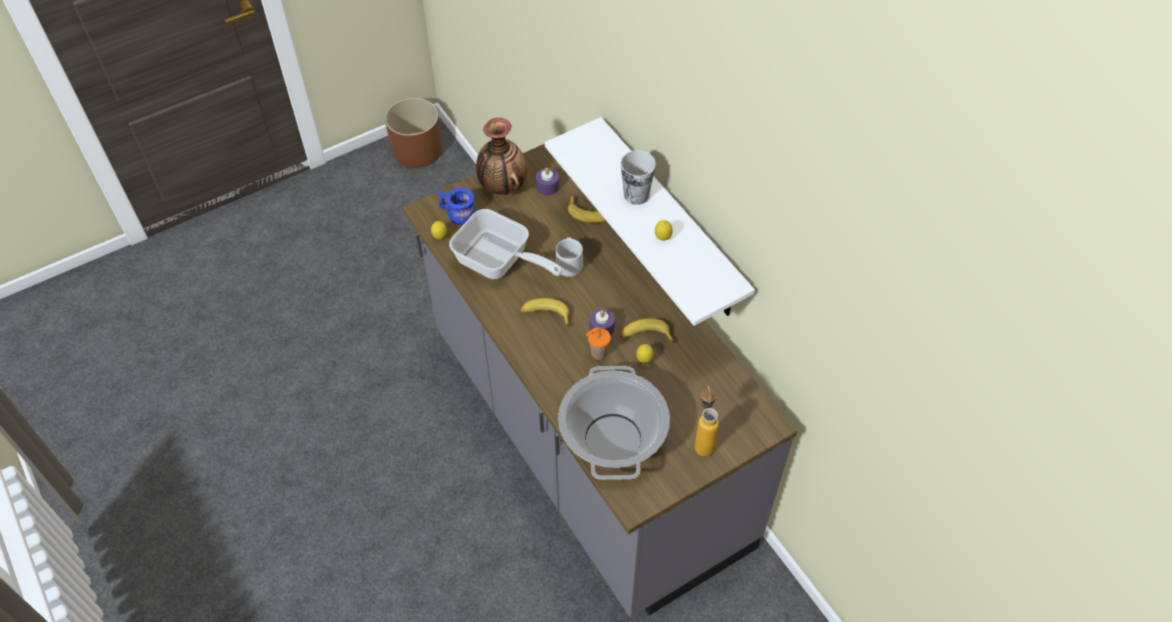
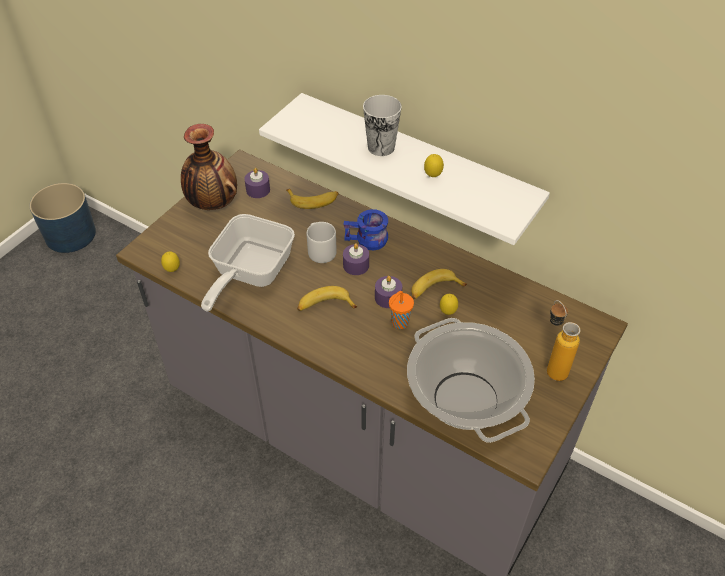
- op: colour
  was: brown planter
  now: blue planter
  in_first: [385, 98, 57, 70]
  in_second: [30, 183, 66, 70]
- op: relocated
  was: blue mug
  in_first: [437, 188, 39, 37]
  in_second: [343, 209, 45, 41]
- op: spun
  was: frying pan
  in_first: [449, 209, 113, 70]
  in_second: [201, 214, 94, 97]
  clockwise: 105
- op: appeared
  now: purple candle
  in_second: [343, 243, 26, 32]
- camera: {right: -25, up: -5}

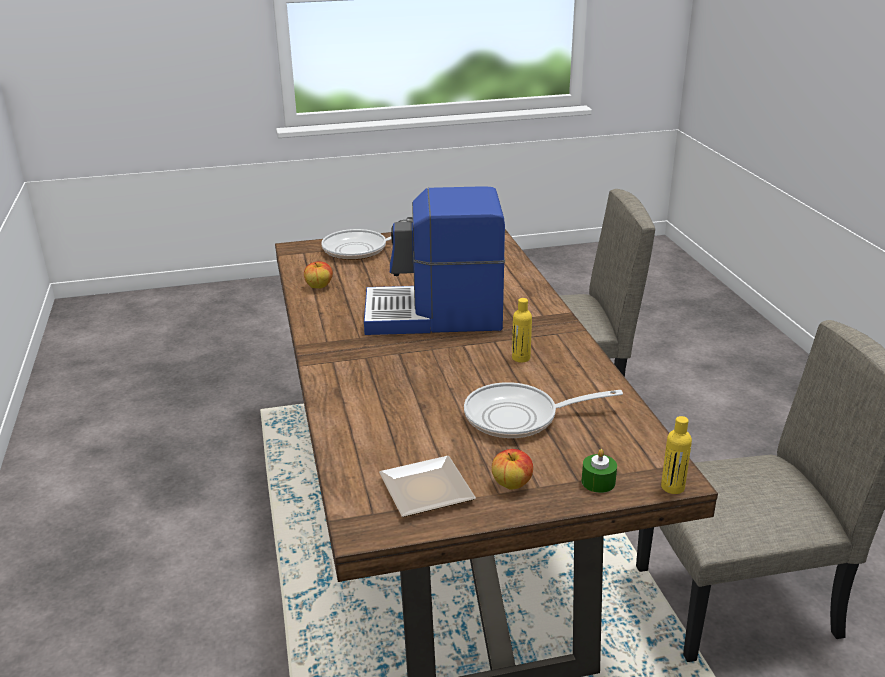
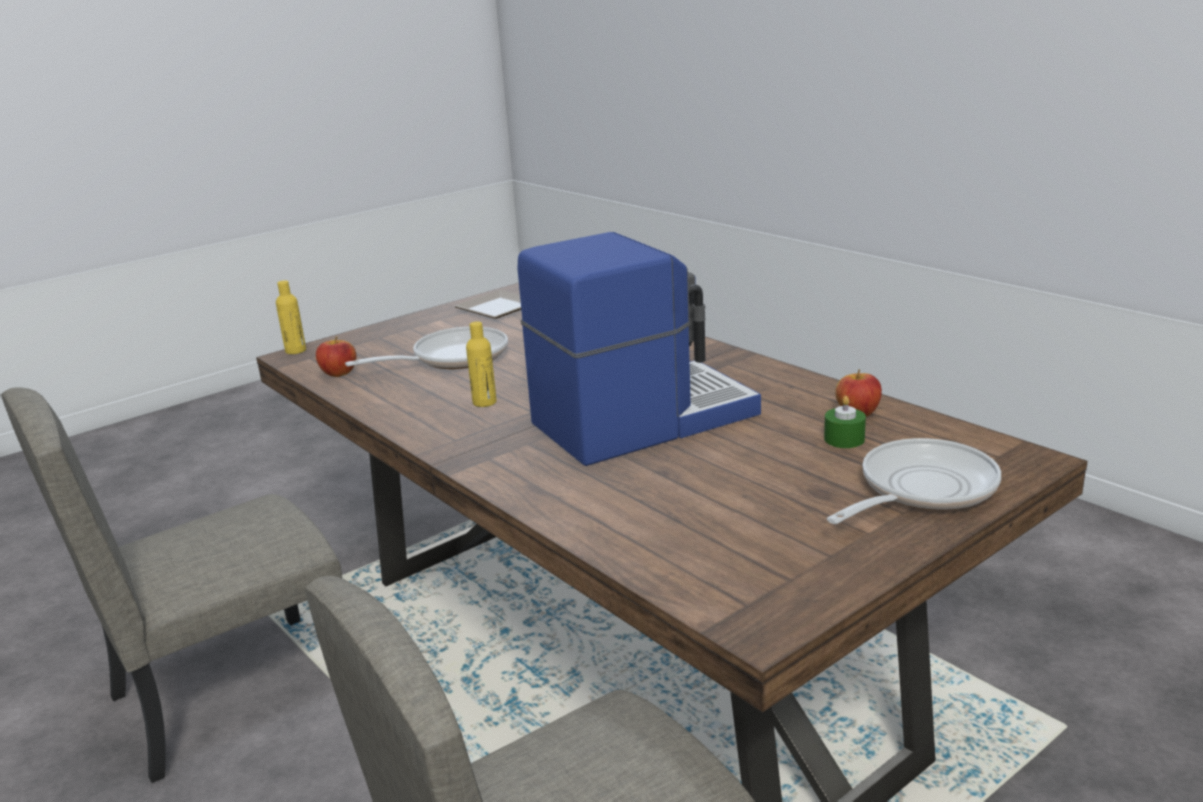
- op: relocated
  was: apple
  in_first: [492, 449, 41, 41]
  in_second: [316, 336, 40, 41]
- op: relocated
  was: green candle
  in_first: [582, 449, 35, 44]
  in_second: [824, 396, 42, 52]
- camera: {right: 155, up: -5}

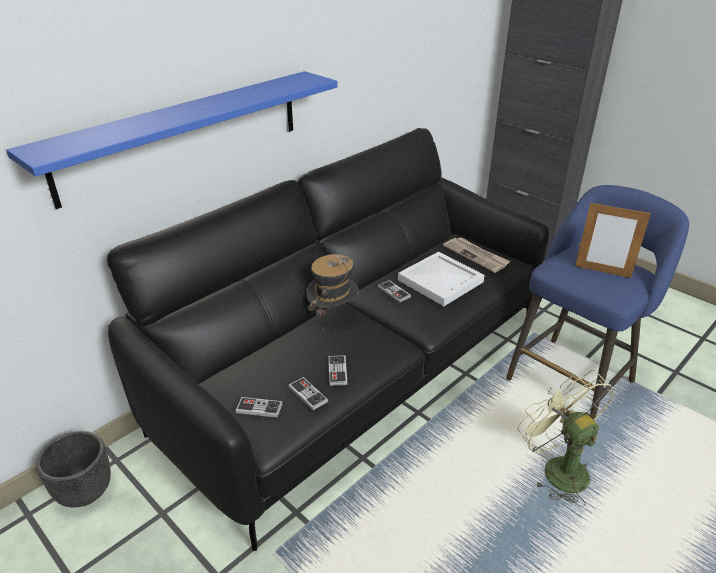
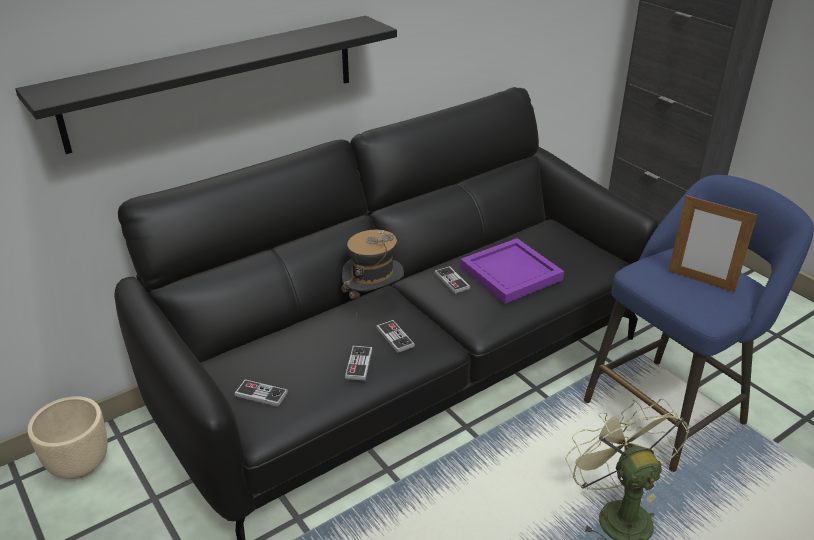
- op: colour
  was: blue shelf
  now: black shelf
  in_first: [6, 71, 332, 138]
  in_second: [15, 16, 382, 138]
- op: missing
  was: newspaper
  in_first: [443, 237, 67, 36]
- op: colour
  was: white tray
  now: purple tray
  in_first: [398, 252, 87, 54]
  in_second: [460, 238, 104, 66]
- op: relocated
  was: game controller
  in_first: [288, 377, 40, 33]
  in_second: [376, 320, 39, 33]
- op: colour
  was: black planter
  now: beige planter
  in_first: [36, 431, 75, 77]
  in_second: [28, 396, 80, 83]
- camera: {right: 10, up: 0}

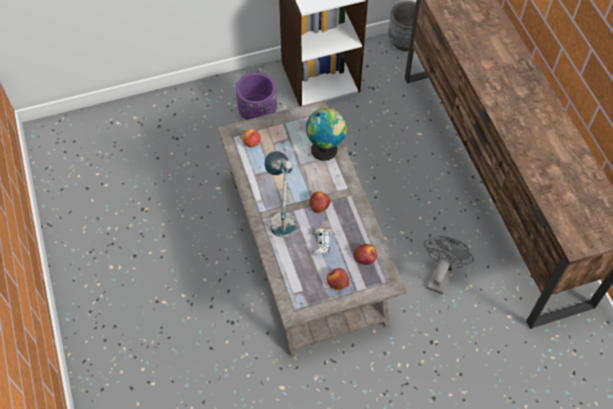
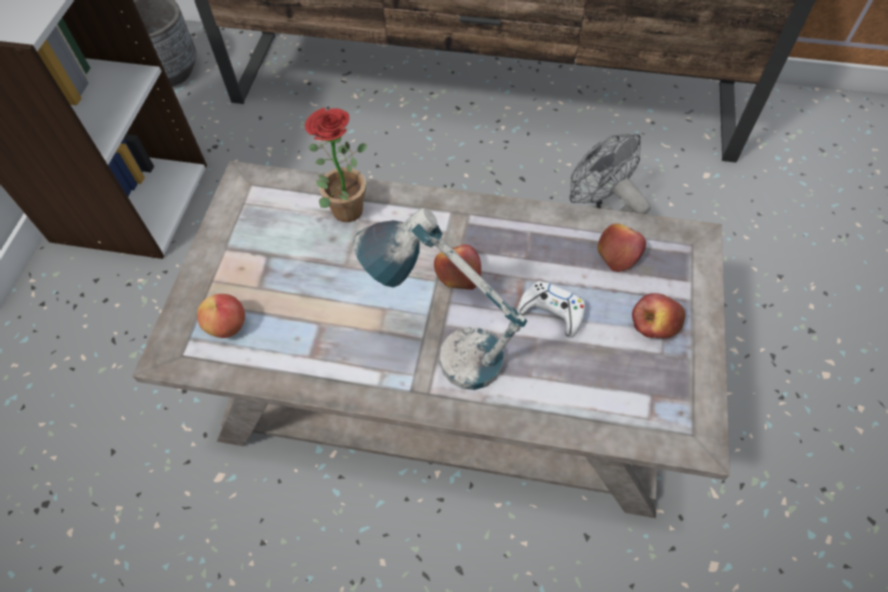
- op: missing
  was: purple planter
  in_first: [236, 72, 41, 48]
- op: exchanged
  was: globe
  now: potted plant
  in_first: [306, 108, 41, 53]
  in_second: [305, 108, 62, 114]
- camera: {right: -60, up: 0}

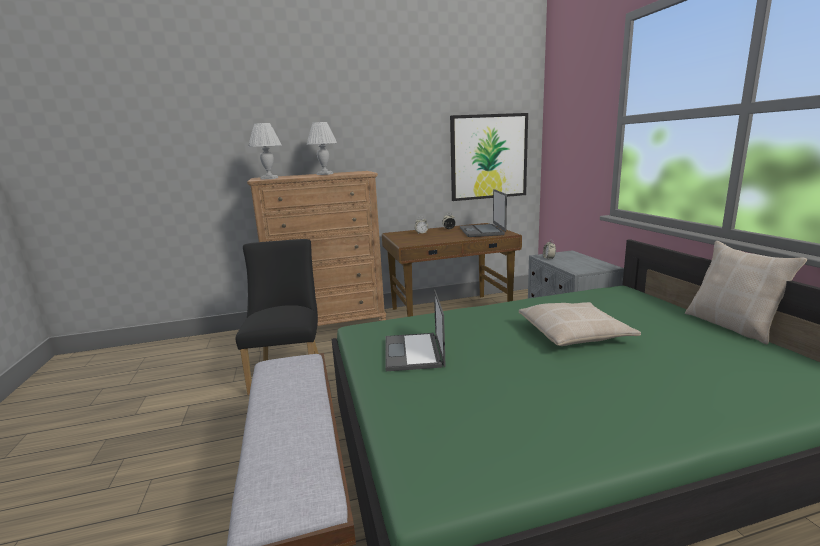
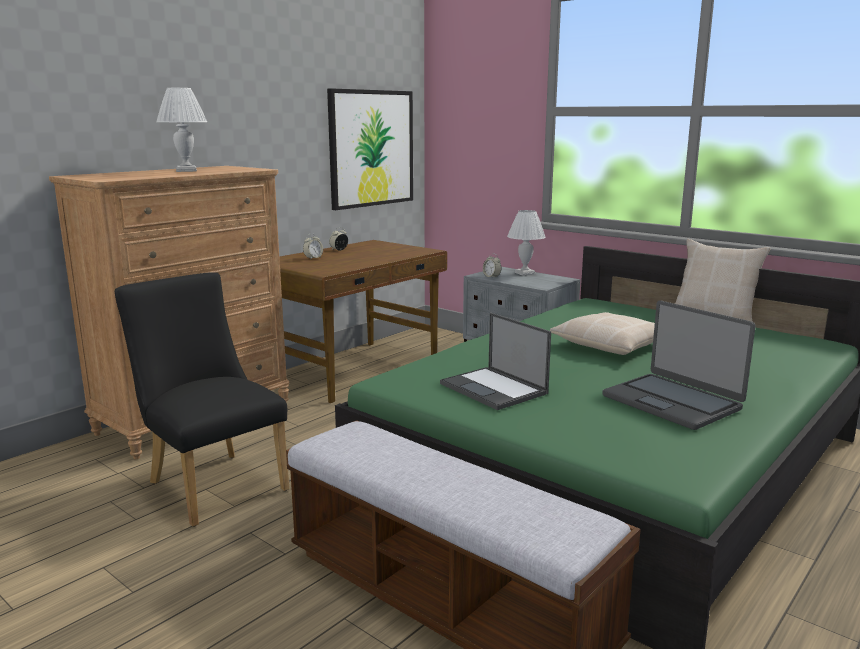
- op: relocated
  was: white table lamp
  in_first: [248, 123, 34, 57]
  in_second: [507, 210, 39, 66]
- op: relocated
  was: laptop
  in_first: [460, 189, 47, 48]
  in_second: [602, 300, 154, 130]
- camera: {right: -35, up: 0}

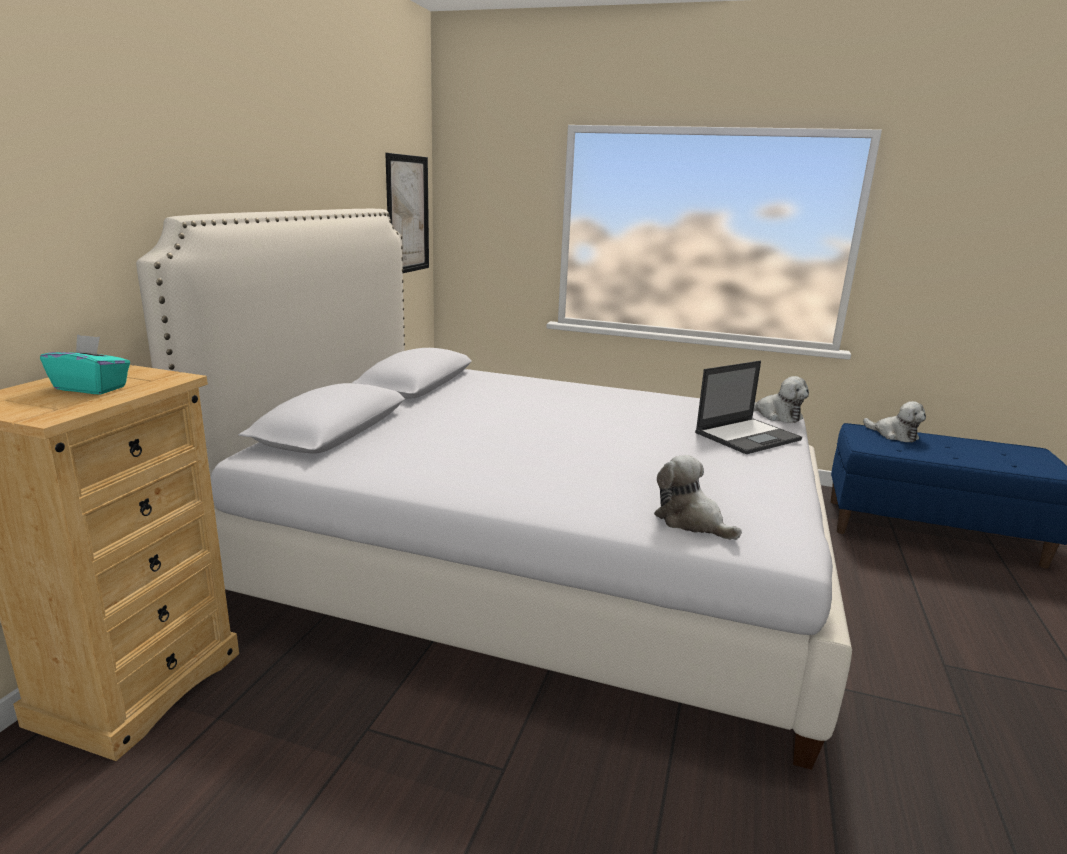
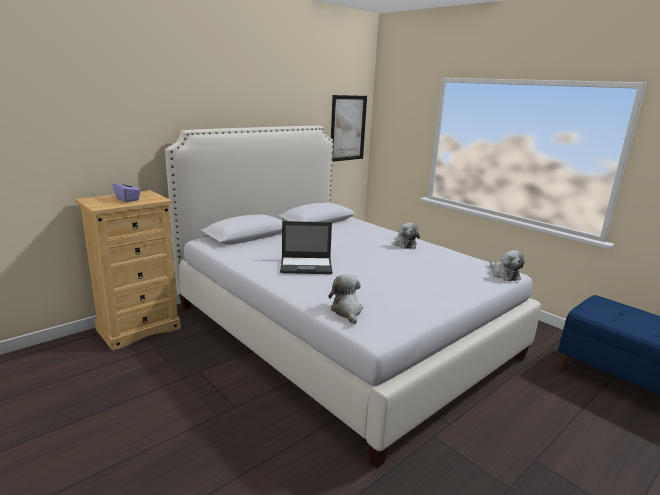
- op: colour
  was: turquoise tissue box
  now: purple tissue box
  in_first: [40, 334, 90, 60]
  in_second: [112, 178, 29, 24]
- op: relocated
  was: laptop
  in_first: [695, 360, 107, 94]
  in_second: [280, 221, 52, 53]
- op: relocated
  was: plush toy
  in_first: [863, 401, 63, 42]
  in_second: [394, 222, 26, 27]
- camera: {right: 30, up: 0}

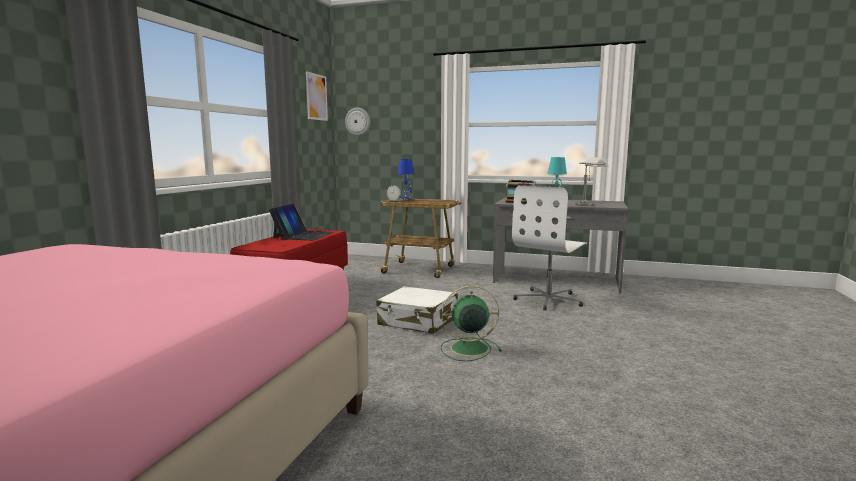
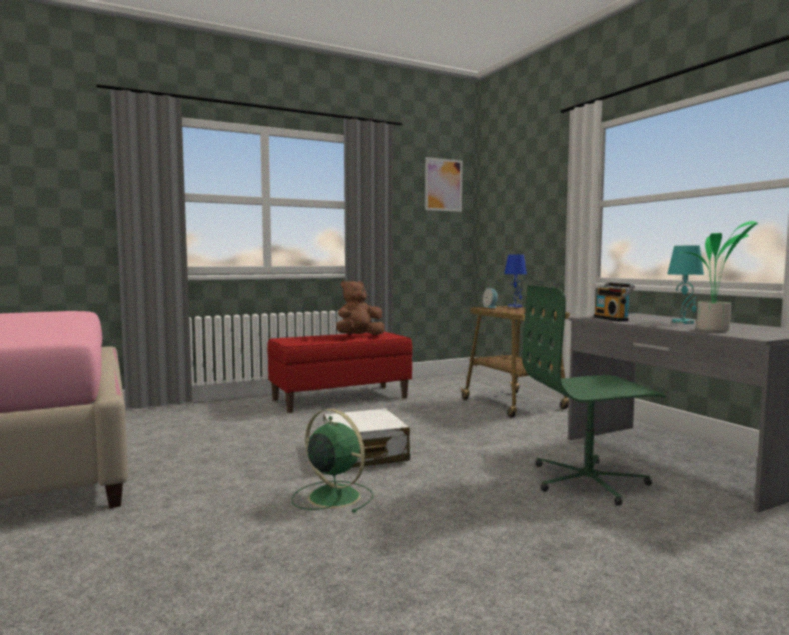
- op: missing
  was: wall clock
  in_first: [345, 108, 25, 28]
- op: exchanged
  was: grey table lamp
  now: potted plant
  in_first: [575, 157, 34, 49]
  in_second: [681, 221, 77, 111]
- op: colour
  was: white office chair
  now: green office chair
  in_first: [512, 185, 75, 126]
  in_second: [522, 285, 144, 221]
- op: exchanged
  was: laptop
  now: brown plush toy
  in_first: [269, 204, 65, 37]
  in_second: [336, 280, 49, 55]
- camera: {right: 45, up: -5}

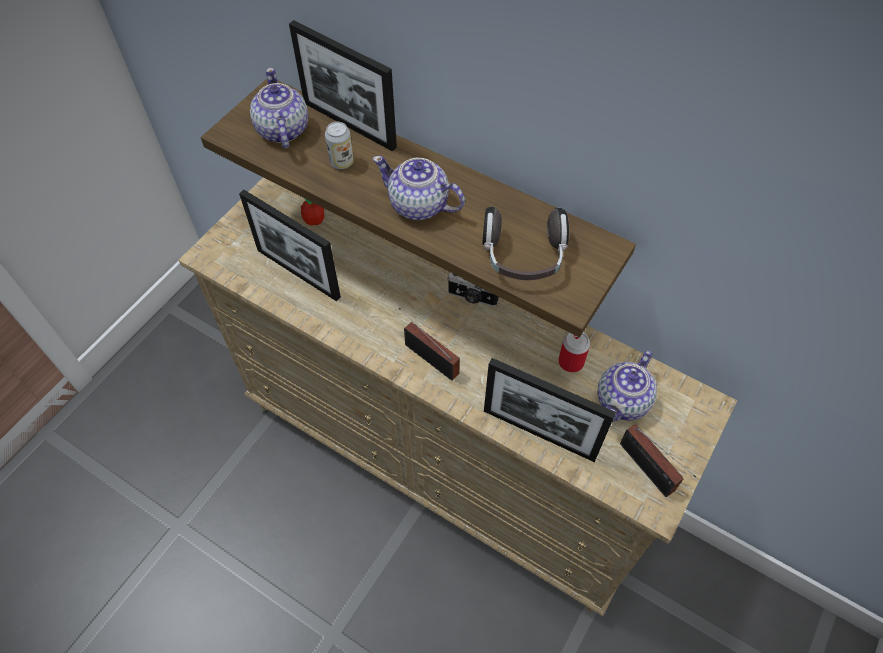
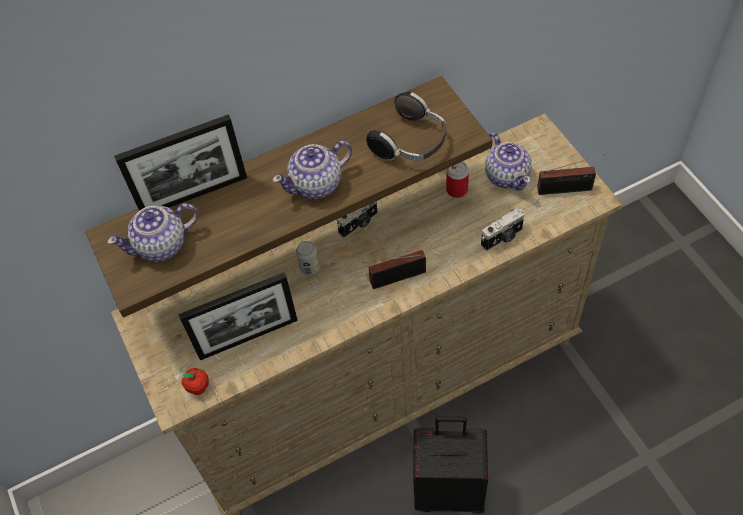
- op: spun
  was: teapot
  in_first: [250, 68, 58, 80]
  in_second: [107, 203, 91, 59]
  clockwise: -45
- op: relocated
  was: can
  in_first: [325, 122, 29, 47]
  in_second: [296, 241, 24, 34]
- op: relocated
  was: apple
  in_first: [301, 199, 23, 27]
  in_second: [182, 368, 27, 27]
- op: exchanged
  was: picture frame
  now: photo camera
  in_first: [484, 358, 132, 104]
  in_second: [481, 208, 43, 43]
- op: appeared
  now: black suitcase
  in_second: [413, 416, 75, 97]
- camera: {right: -55, up: 0}

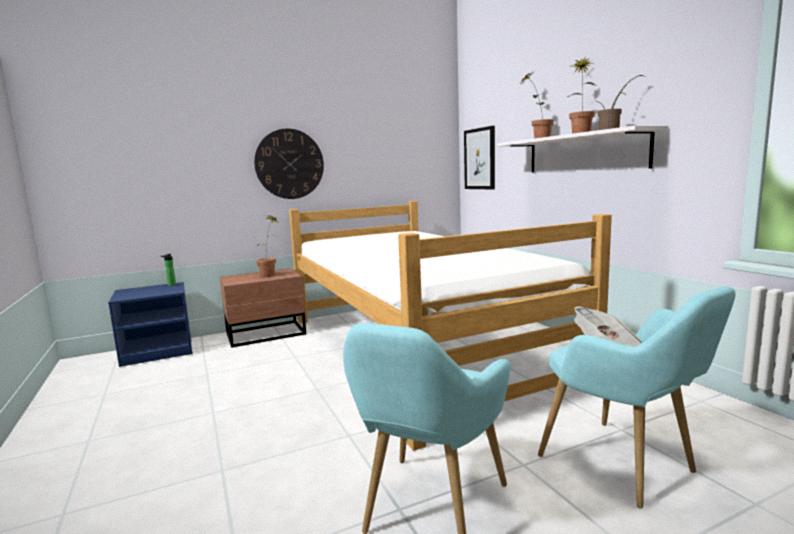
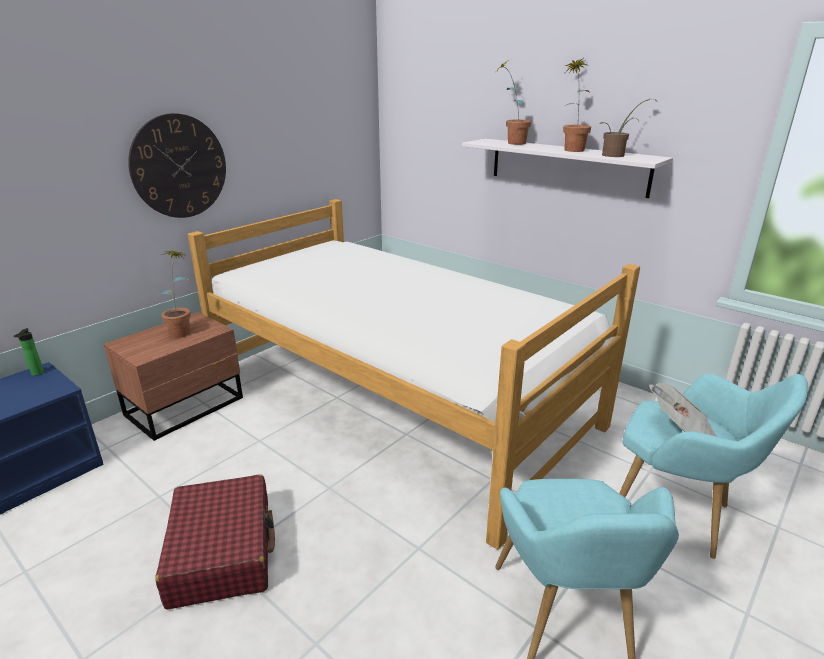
- op: missing
  was: picture
  in_first: [464, 126, 31, 63]
- op: appeared
  now: red suitcase
  in_second: [155, 474, 120, 135]
- camera: {right: -25, up: 15}

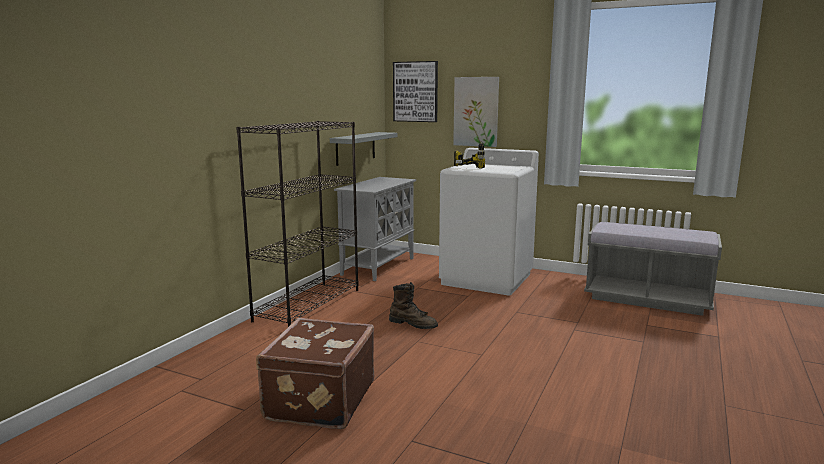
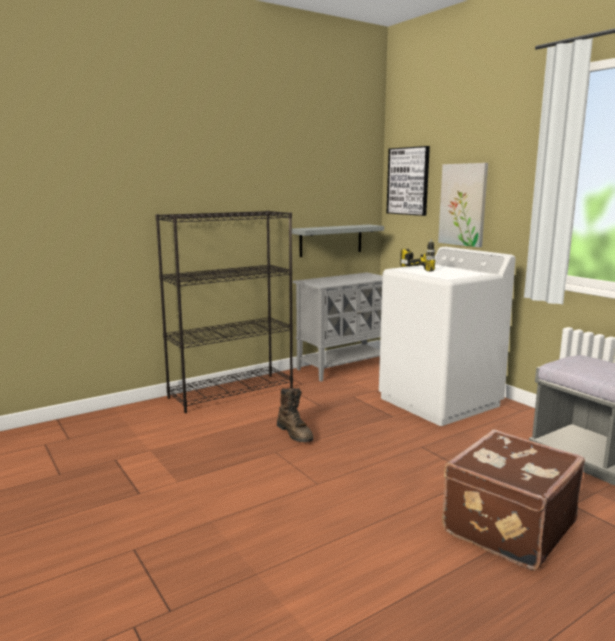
- op: relocated
  was: brown suitcase
  in_first: [256, 318, 118, 111]
  in_second: [442, 429, 143, 141]
- camera: {right: 30, up: 0}

